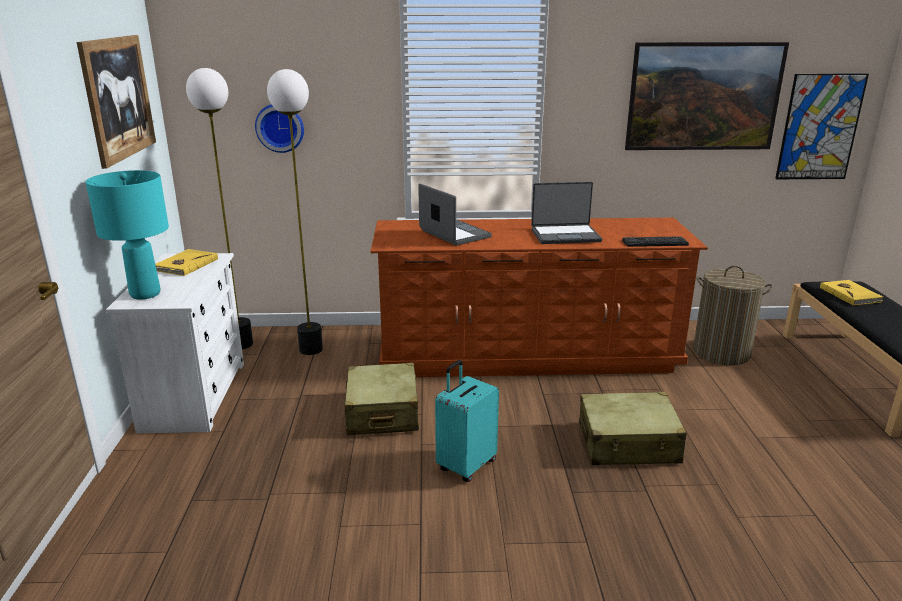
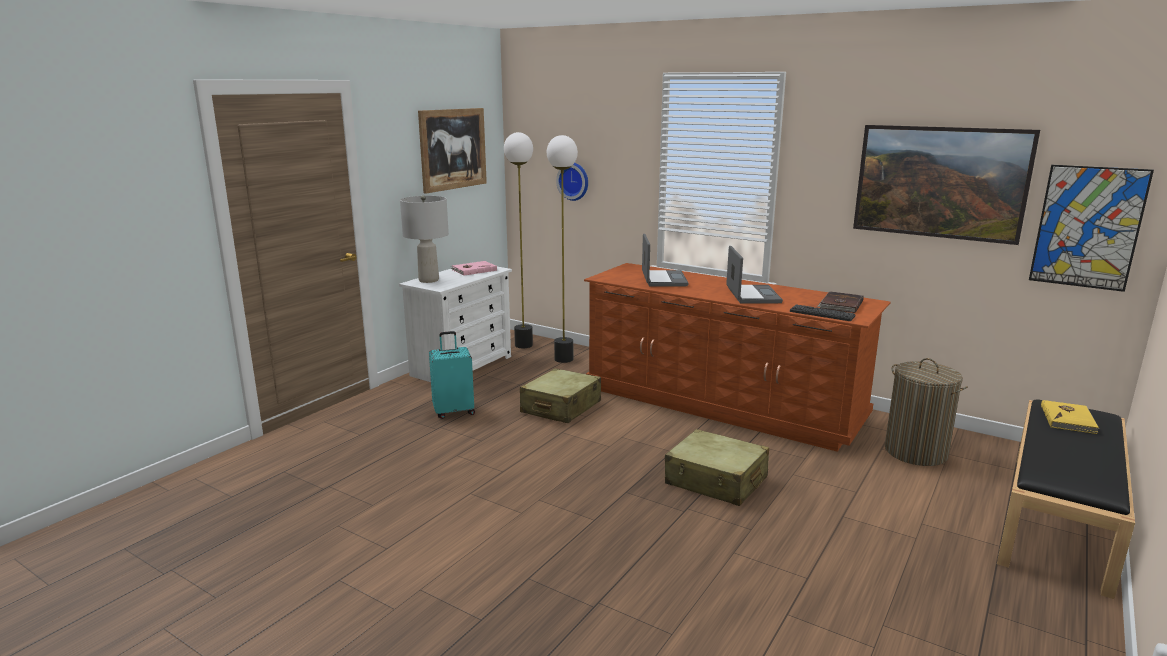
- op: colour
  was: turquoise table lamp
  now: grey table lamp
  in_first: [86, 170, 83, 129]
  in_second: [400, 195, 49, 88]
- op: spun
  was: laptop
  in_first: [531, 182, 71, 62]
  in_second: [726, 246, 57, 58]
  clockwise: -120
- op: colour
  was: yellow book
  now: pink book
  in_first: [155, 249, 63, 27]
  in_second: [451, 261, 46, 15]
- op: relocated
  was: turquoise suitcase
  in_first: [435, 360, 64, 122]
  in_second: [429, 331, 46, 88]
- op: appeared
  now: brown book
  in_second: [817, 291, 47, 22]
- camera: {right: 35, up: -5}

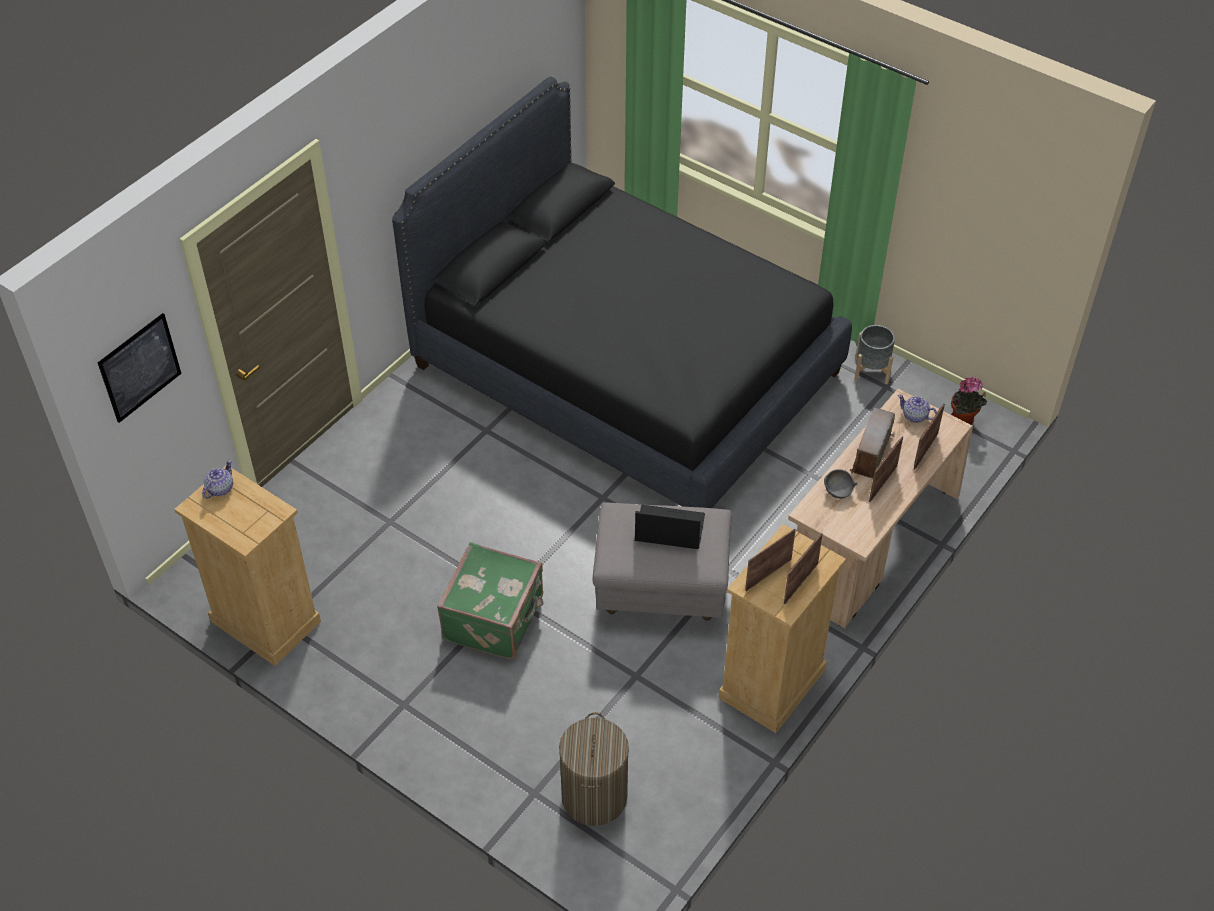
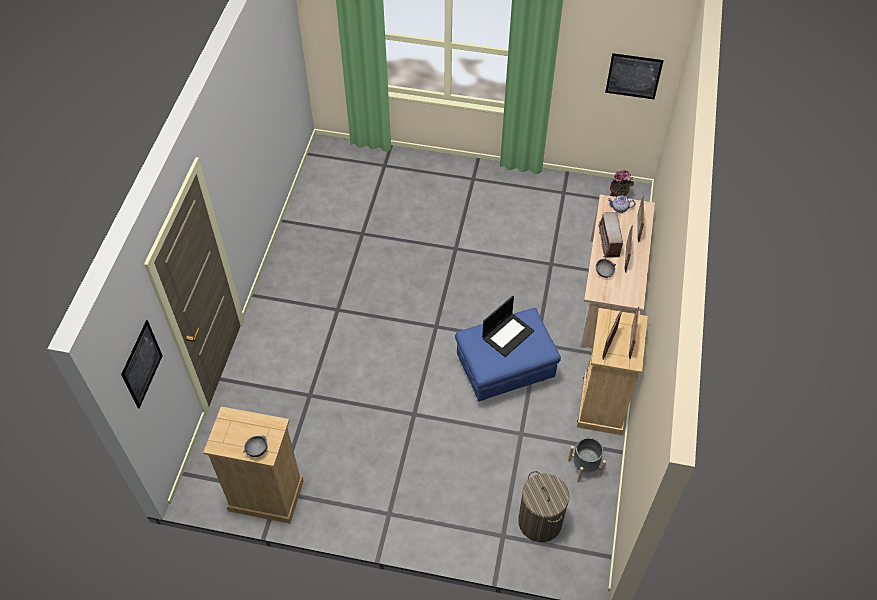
- op: missing
  was: black bed
  in_first: [392, 77, 460, 431]
- op: relocated
  was: grey planter
  in_first: [854, 325, 41, 59]
  in_second: [568, 437, 38, 45]
- op: missing
  was: teapot
  in_first: [202, 460, 31, 39]
- op: colour
  was: grey ottoman
  now: blue ottoman
  in_first: [593, 502, 139, 119]
  in_second: [455, 308, 106, 93]
- op: spun
  was: laptop
  in_first: [635, 505, 70, 44]
  in_second: [482, 296, 52, 61]
  clockwise: 150
- op: missing
  was: green suitcase
  in_first: [437, 542, 107, 117]
- op: appeared
  now: picture
  in_second: [605, 53, 59, 46]
- op: appeared
  now: grey bowl
  in_second: [243, 436, 24, 21]
- camera: {right: -25, up: 5}

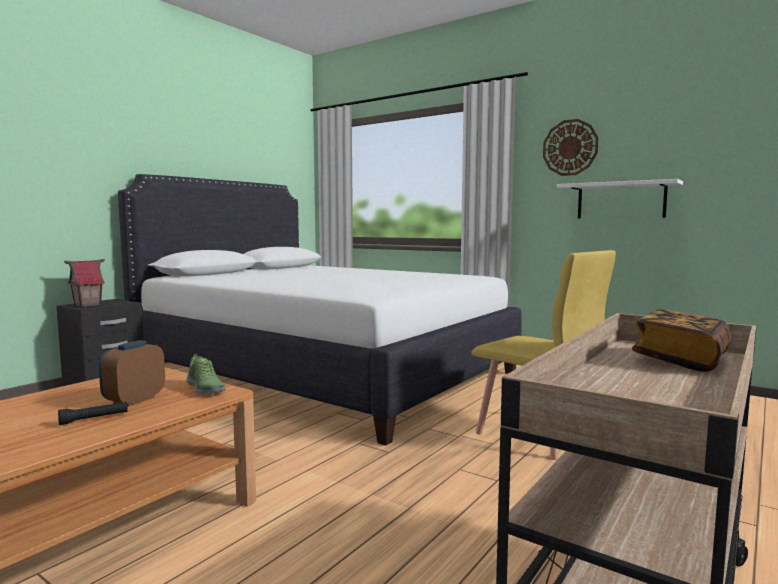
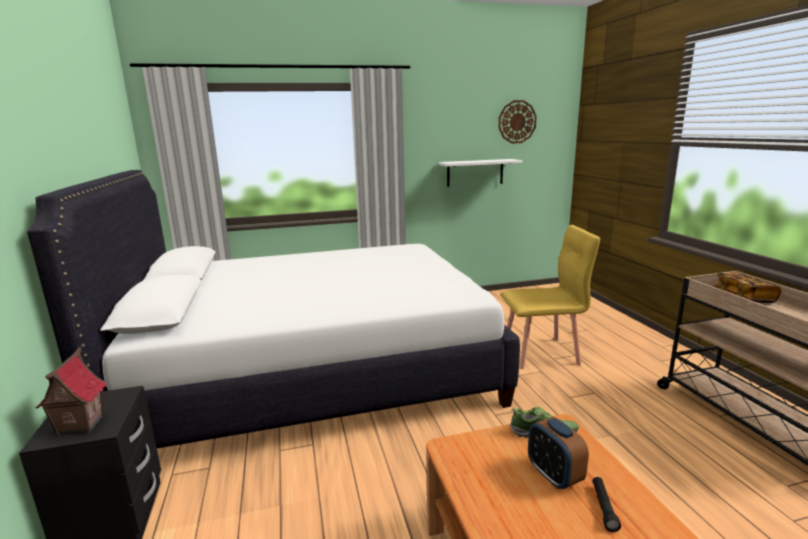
- op: relocated
  was: wall clock
  in_first: [543, 119, 56, 57]
  in_second: [499, 100, 38, 44]
- camera: {right: -50, up: 10}

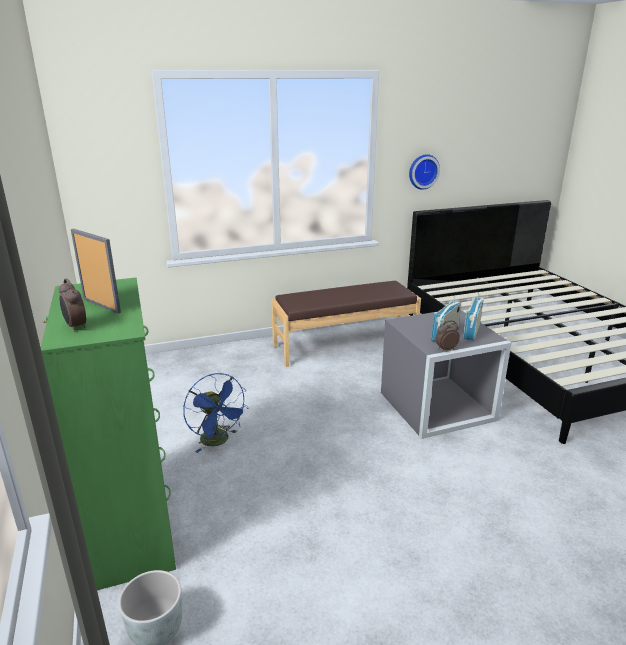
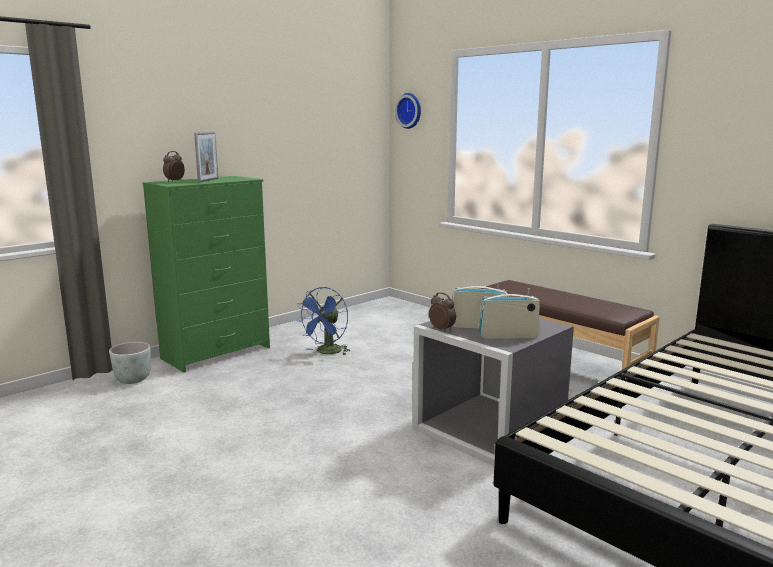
- op: relocated
  was: wall clock
  in_first: [409, 154, 31, 36]
  in_second: [395, 93, 26, 36]
- camera: {right: 65, up: -10}

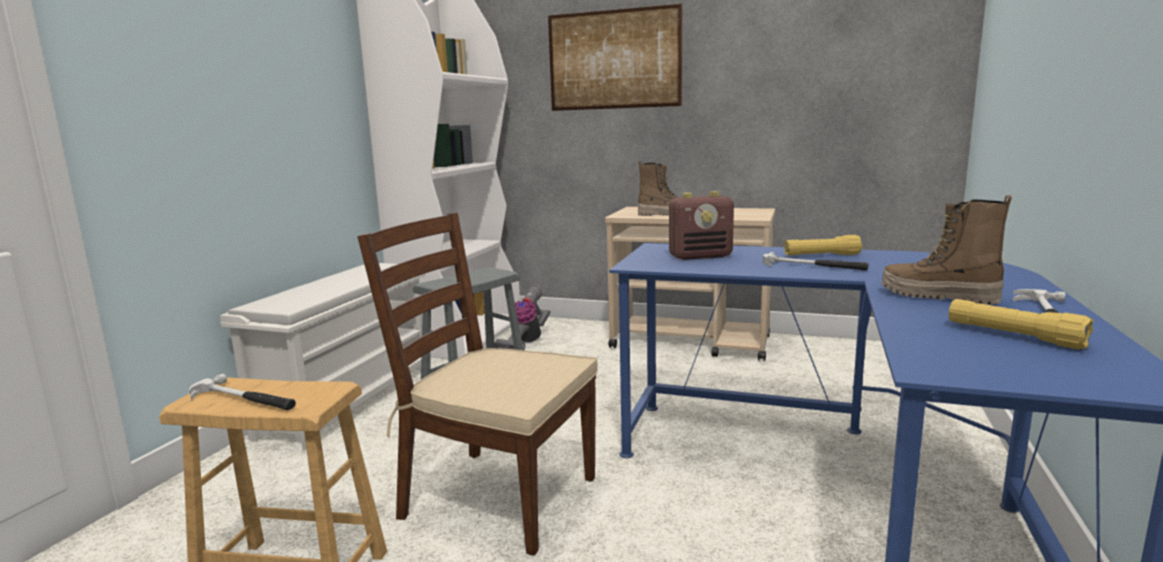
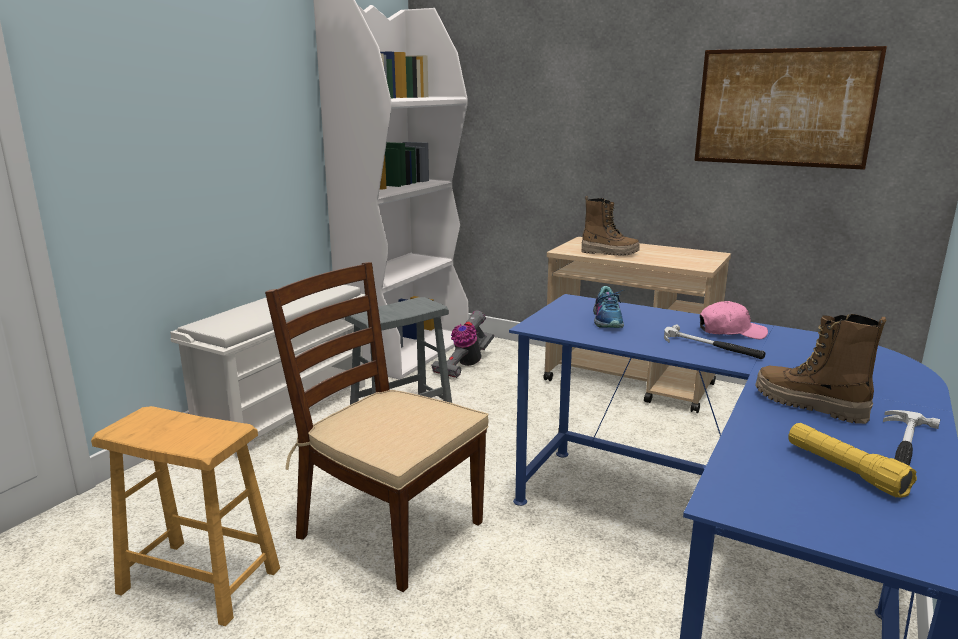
- op: relocated
  was: picture
  in_first: [548, 4, 134, 107]
  in_second: [694, 46, 193, 124]
- op: exchanged
  was: radio
  now: shoe
  in_first: [669, 191, 65, 69]
  in_second: [593, 286, 31, 42]
- op: exchanged
  was: yellow flashlight
  now: pink cap
  in_first: [784, 235, 78, 20]
  in_second: [700, 301, 68, 38]
- op: missing
  was: hammer
  in_first: [189, 374, 107, 36]
- camera: {right: 10, up: 5}

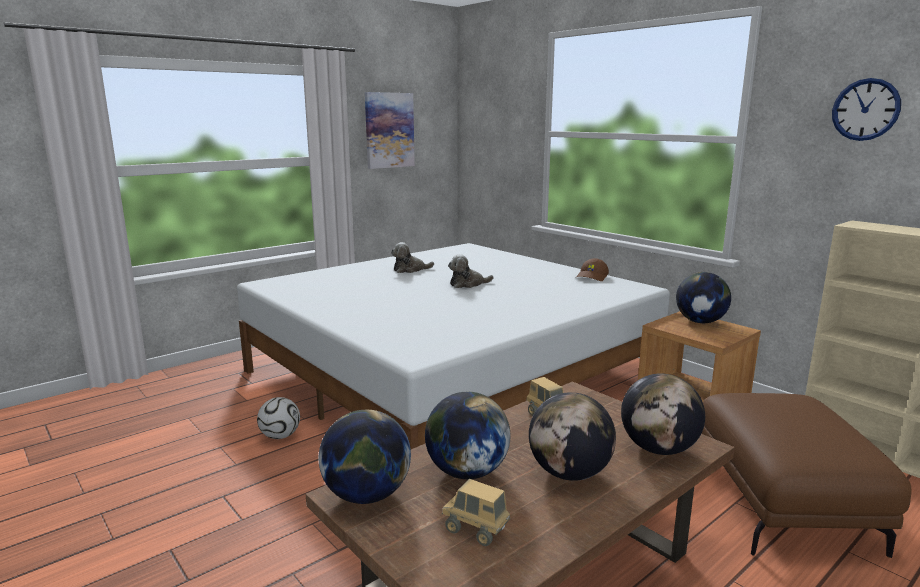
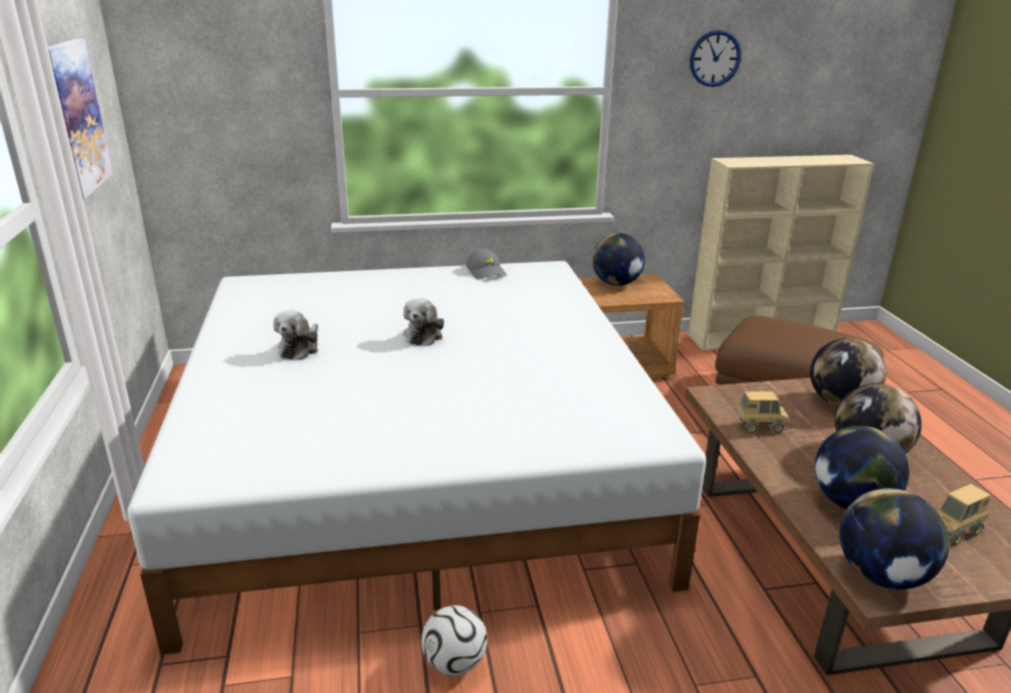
- op: colour
  was: brown cap
  now: grey cap
  in_first: [576, 258, 33, 23]
  in_second: [466, 249, 40, 30]
- camera: {right: -60, up: 10}

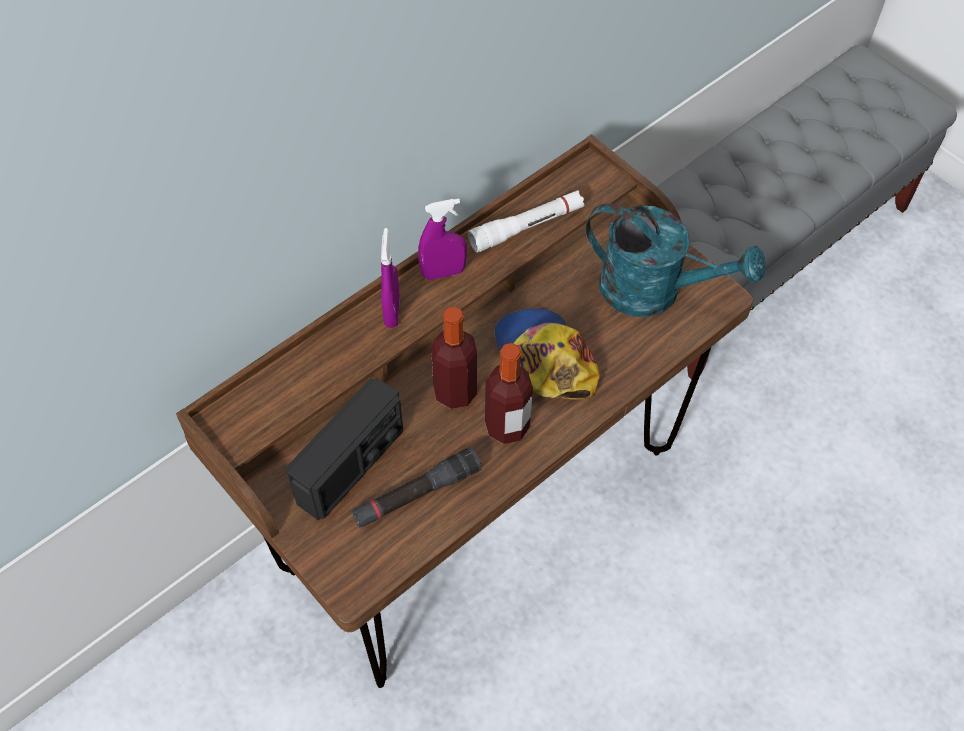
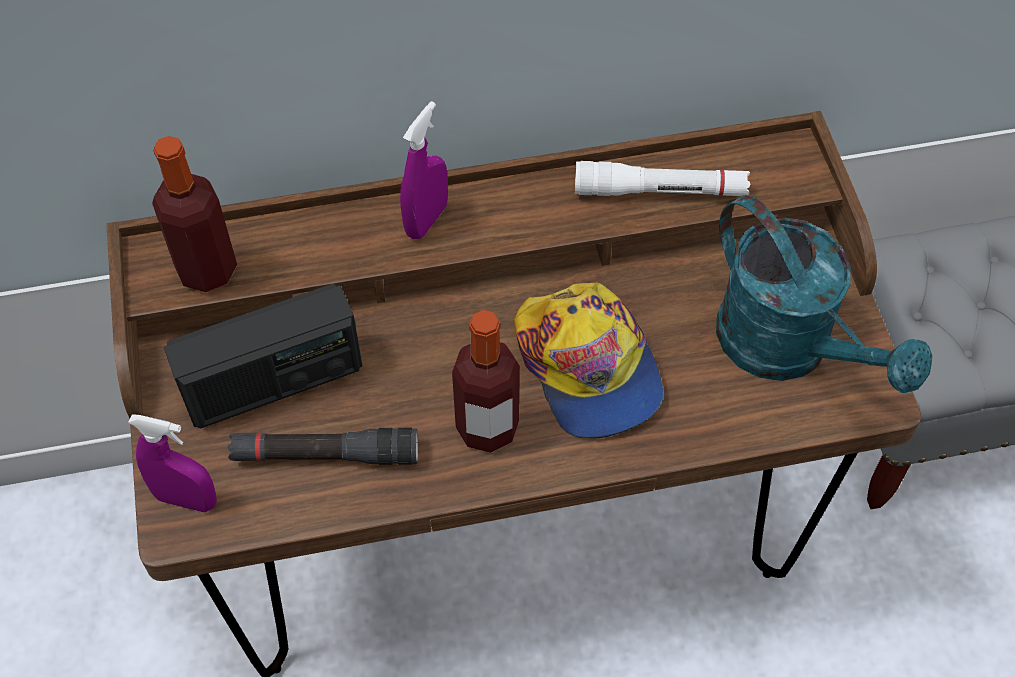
- op: relocated
  was: purple spray bottle
  in_first: [418, 199, 49, 81]
  in_second: [128, 414, 89, 98]
- op: relocated
  was: bottle
  in_first: [431, 307, 46, 102]
  in_second: [152, 136, 85, 156]
- op: spun
  was: cap
  in_first: [494, 308, 106, 92]
  in_second: [514, 283, 149, 156]
  clockwise: 150
- camera: {right: 30, up: 0}

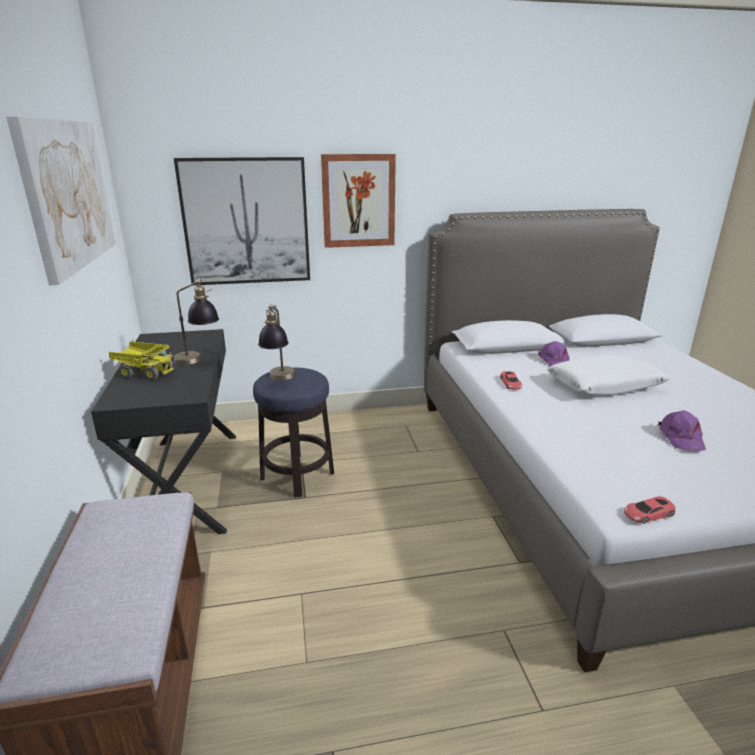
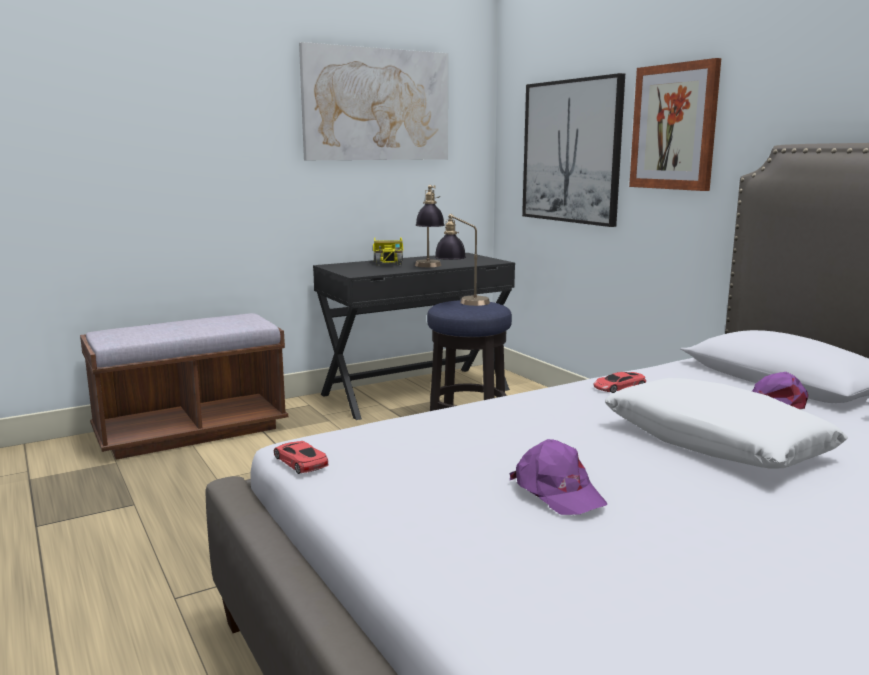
- op: spun
  was: purple cap
  in_first: [658, 410, 48, 40]
  in_second: [509, 439, 99, 76]
  clockwise: -105
- camera: {right: 70, up: -10}

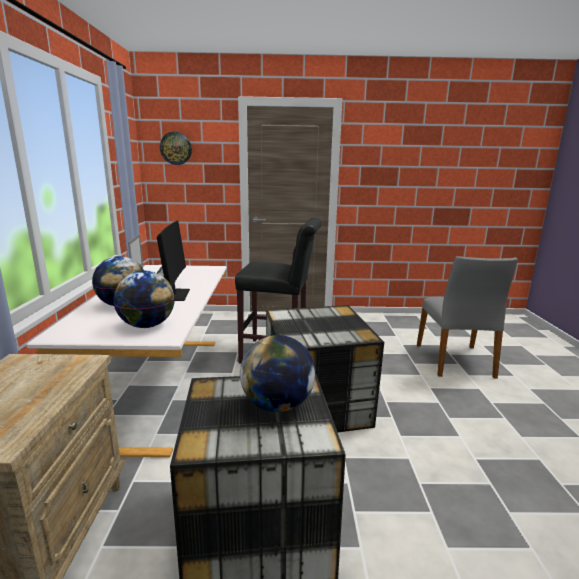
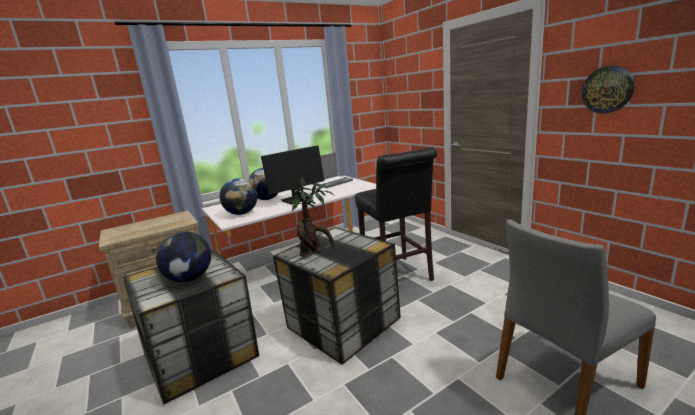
- op: relocated
  was: wall clock
  in_first: [160, 132, 32, 33]
  in_second: [582, 66, 52, 47]
- op: appeared
  now: potted plant
  in_second: [289, 178, 46, 79]
- camera: {right: 60, up: 0}

